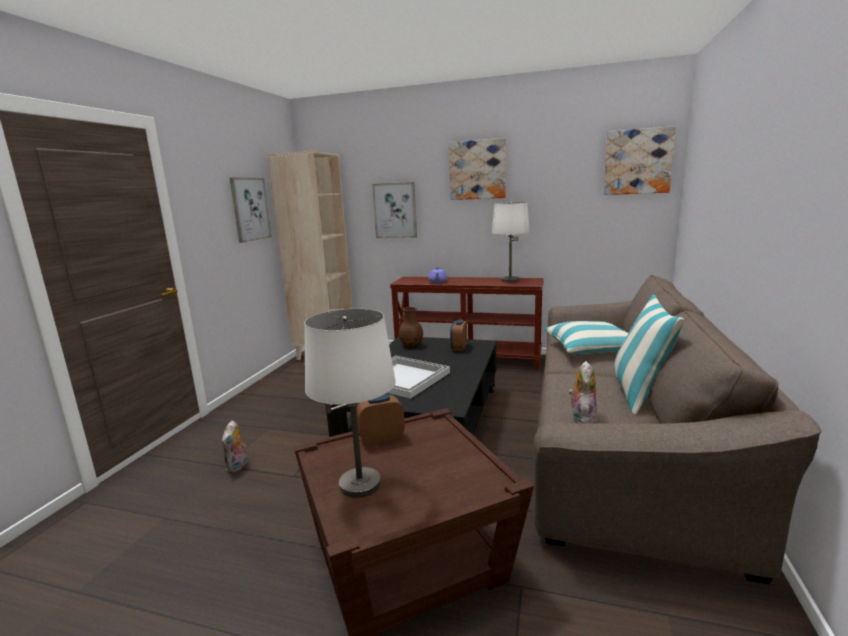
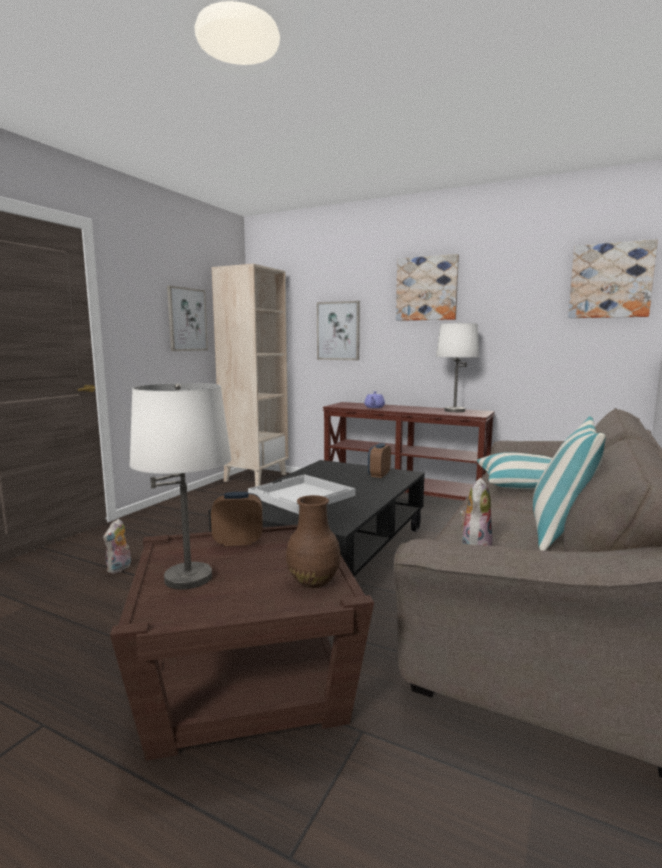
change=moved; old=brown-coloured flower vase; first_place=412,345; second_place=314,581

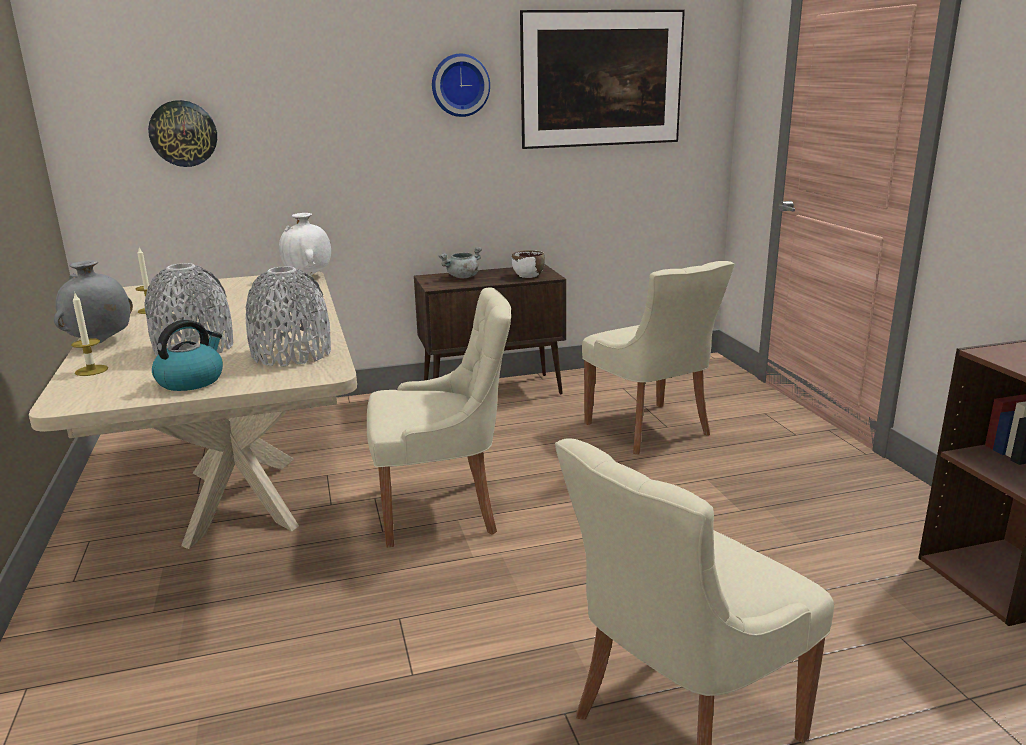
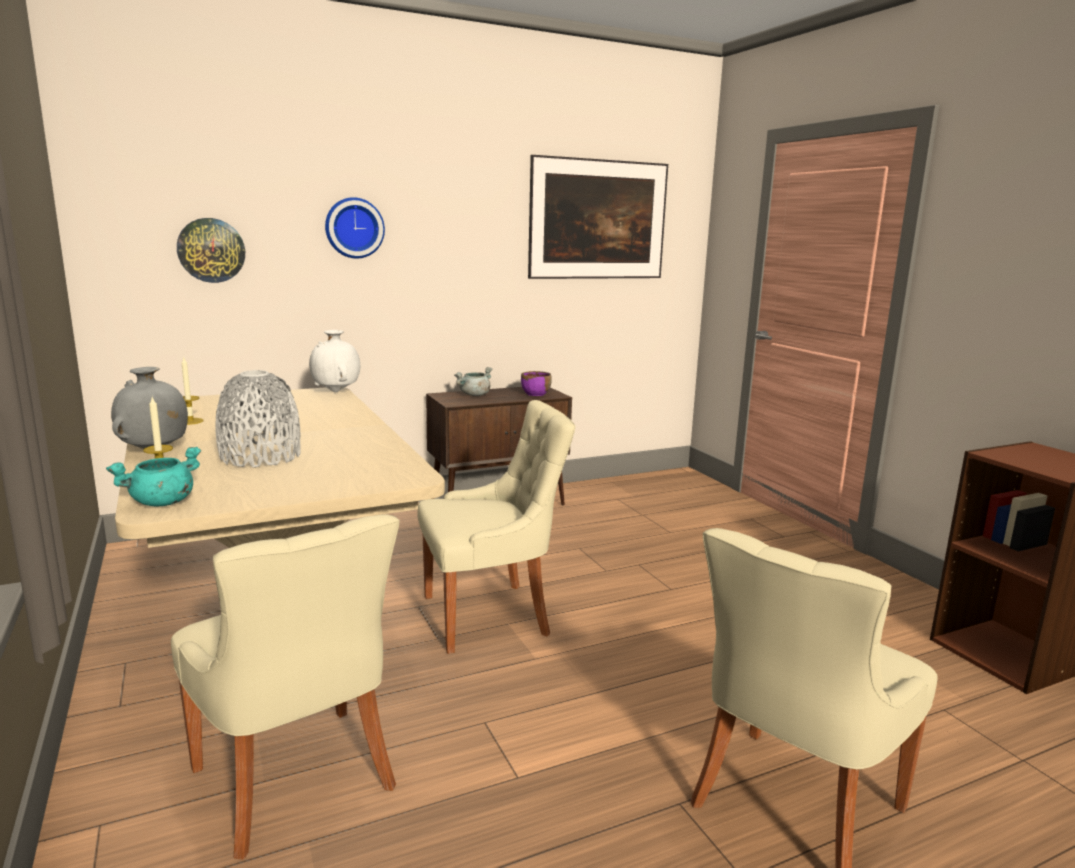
change=added; new=blue-green stockpot; second_place=162,503
change=moved; old=beige-coloured chair; first_place=650,430; second_place=297,782
change=moved; old=wall clock; first_place=460,85; second_place=354,228
change=recoloured; old=white bowl; new=purple-coloured bowl; first_place=528,275; second_place=535,394
change=removed; old=water kettle; first_place=191,381
change=removed; old=grey flower vase; first_place=291,354

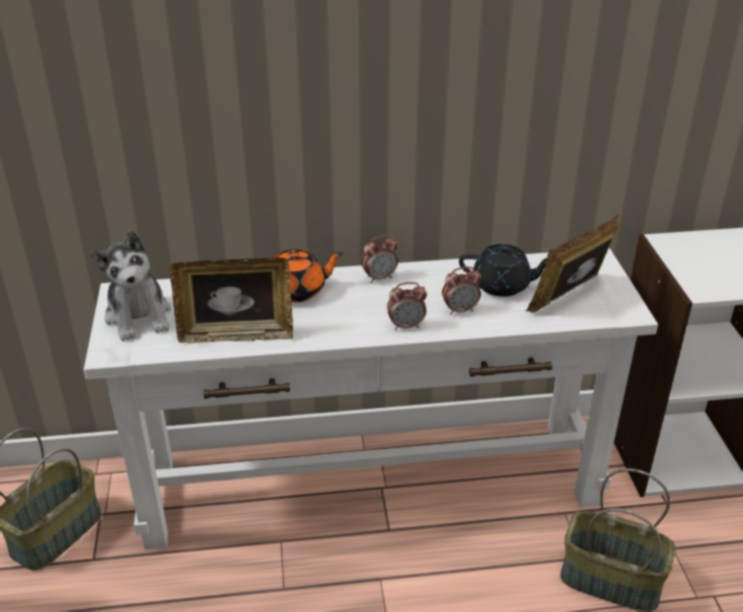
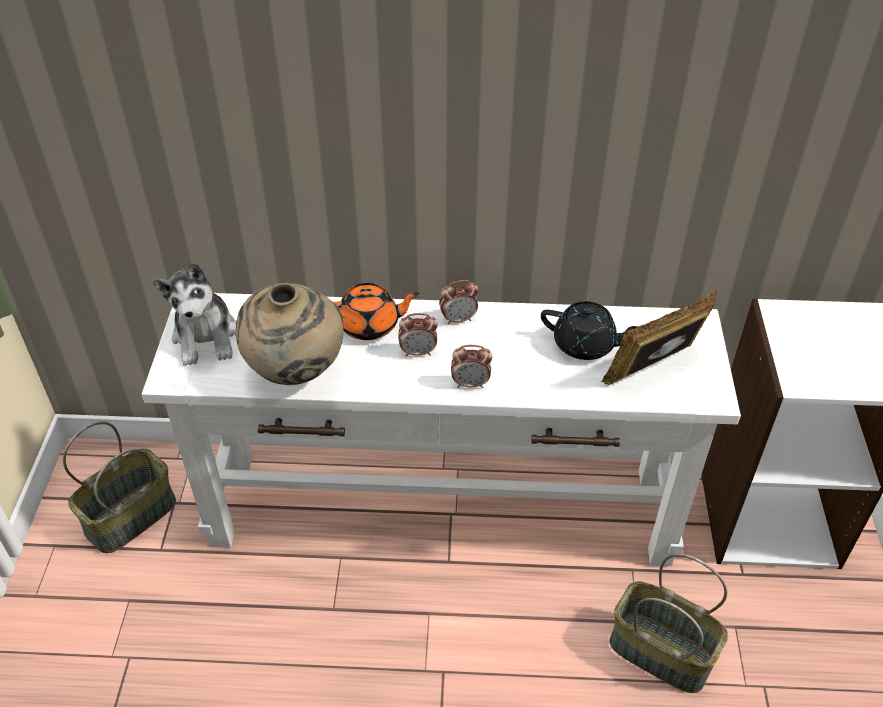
change=replaced; old=photo frame; new=beige-coloured flower vase; first_place=236,335; second_place=296,372
change=moved; old=bedside clock; first_place=460,310; second_place=418,352

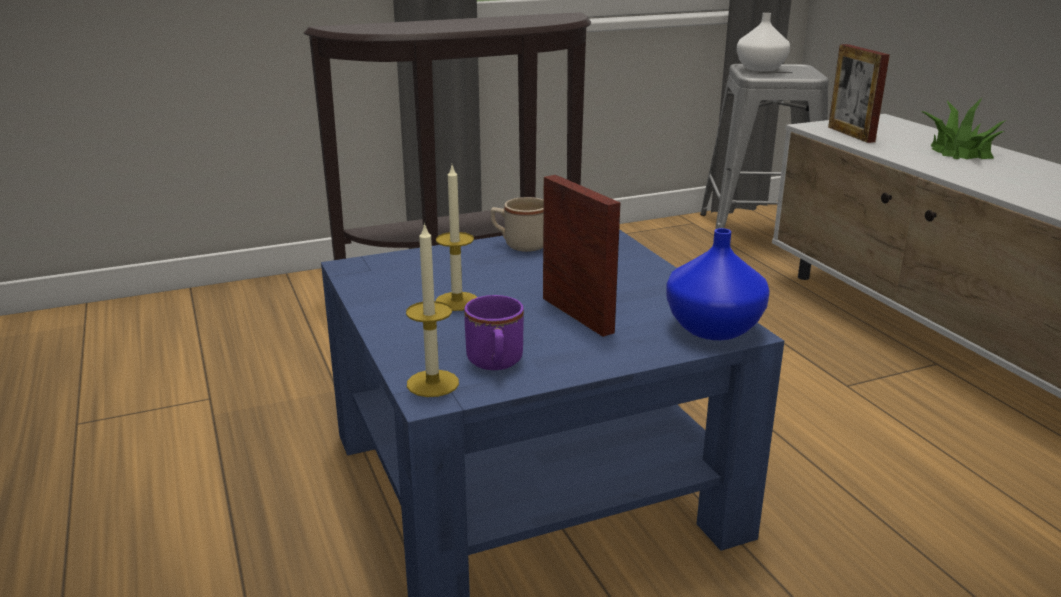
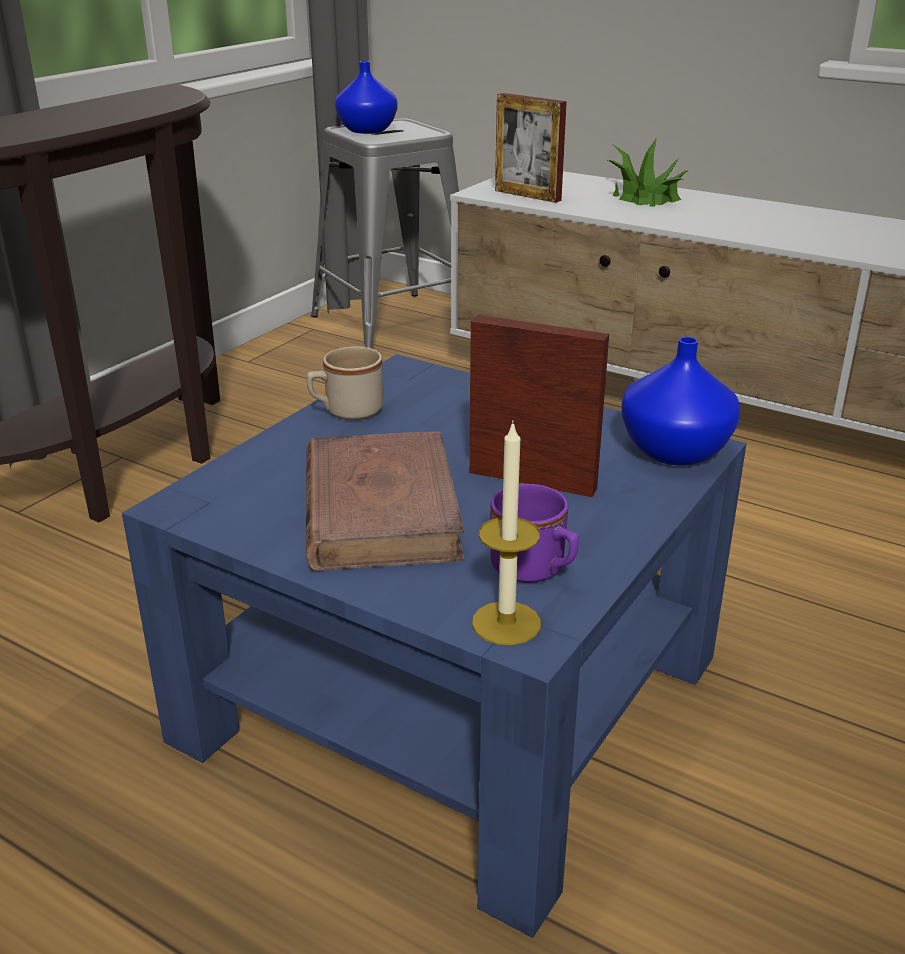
change=replaced; old=wax light; new=brown-coloured volume; first_place=457,301; second_place=381,509
change=recoloured; old=white flower vase; new=blue-coloured flower vase; first_place=761,69; second_place=368,130

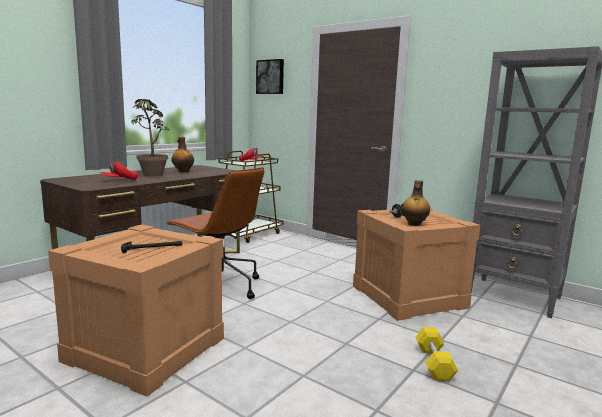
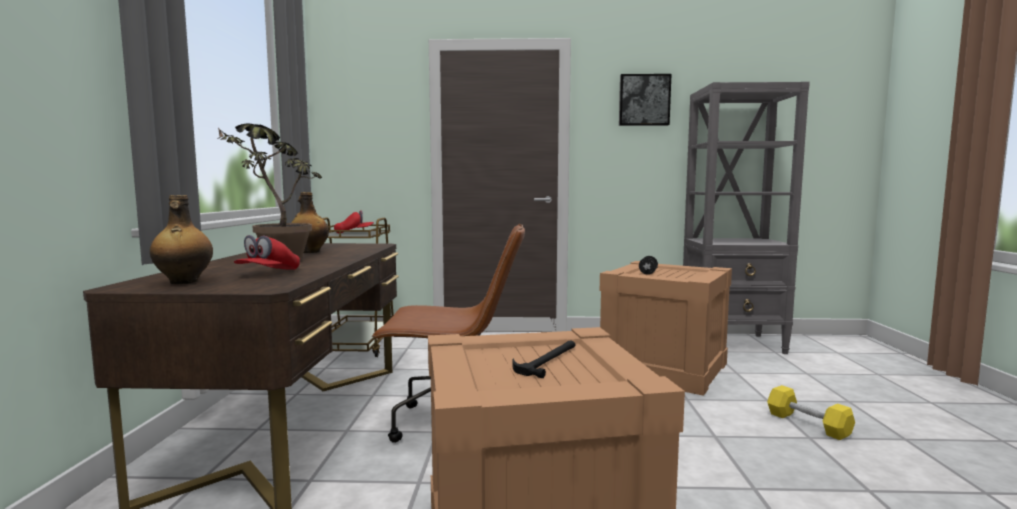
change=moved; old=bottle; first_place=414,224; second_place=183,282
change=moved; old=wall picture; first_place=270,77; second_place=644,100

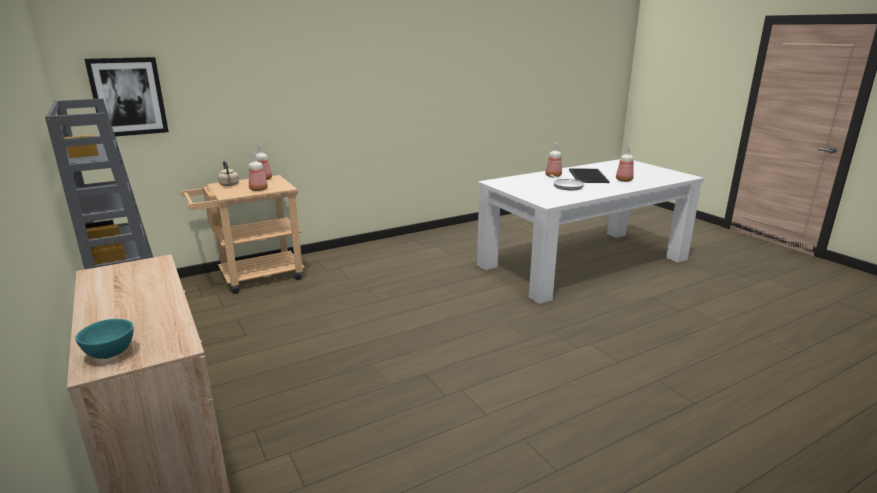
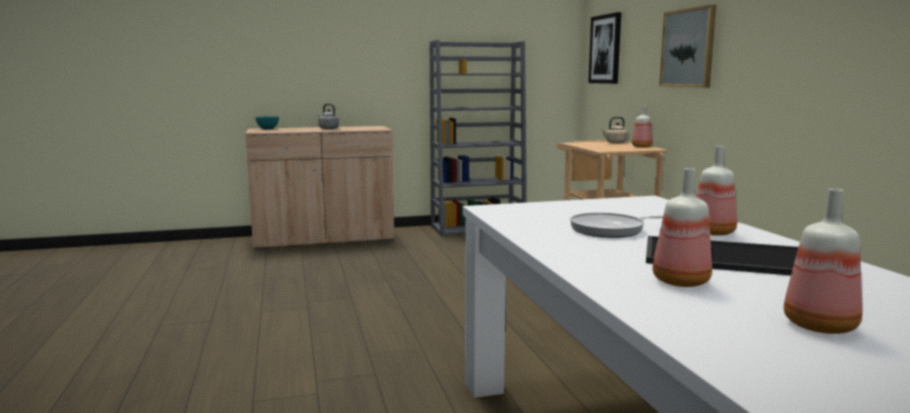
change=added; new=grey water kettle; second_place=328,128
change=added; new=wall picture; second_place=688,48
change=moved; old=bottle; first_place=259,189; second_place=822,326

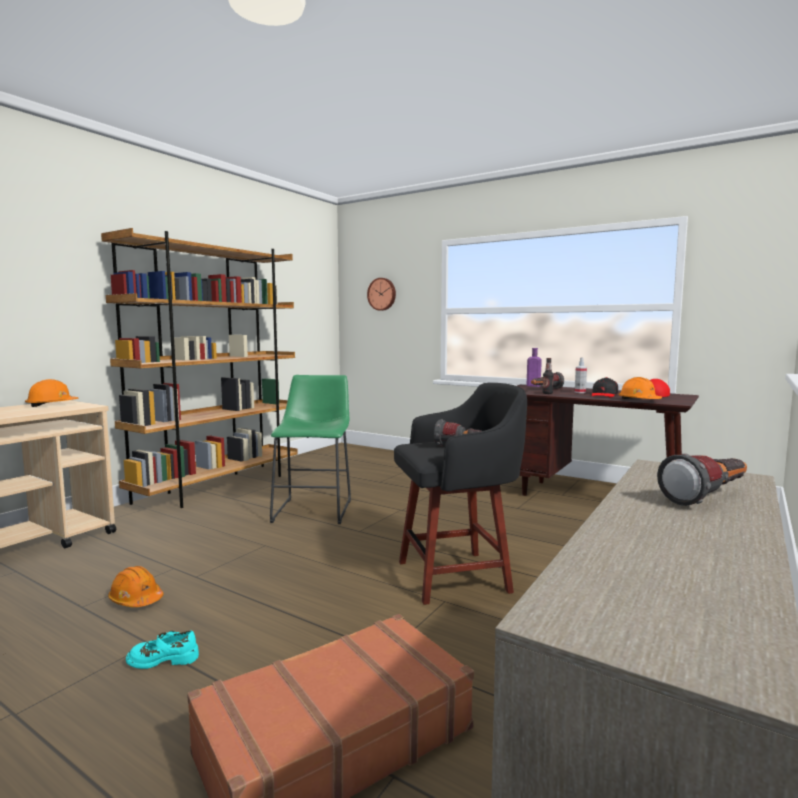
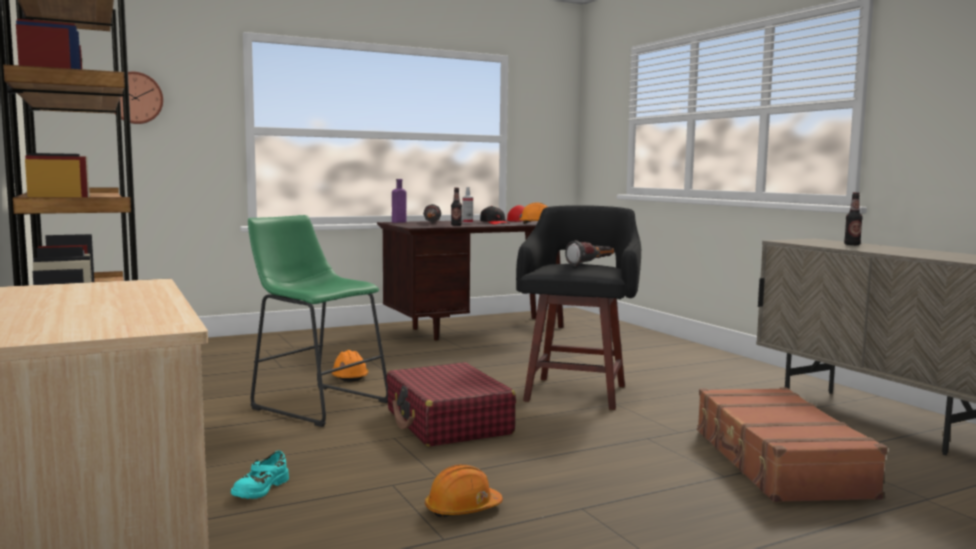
change=moved; old=blue-green item of footwear; first_place=163,659; second_place=260,488
change=moved; old=orange hard hat; first_place=51,404; second_place=349,377
change=added; new=reddish suitcase; second_place=448,422
change=replaced; old=hand torch; new=bottle; first_place=708,498; second_place=852,244

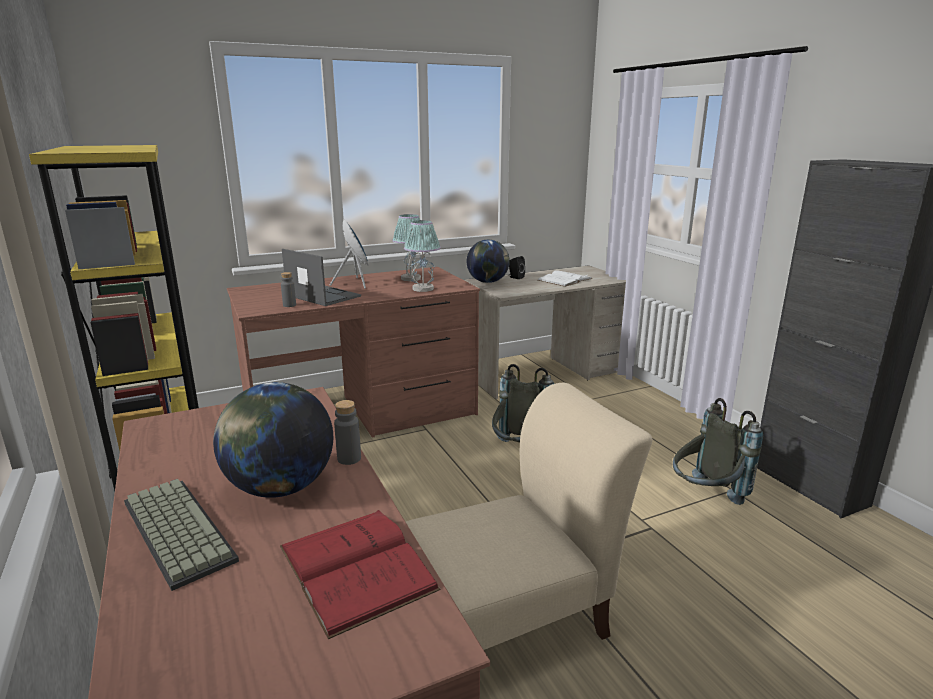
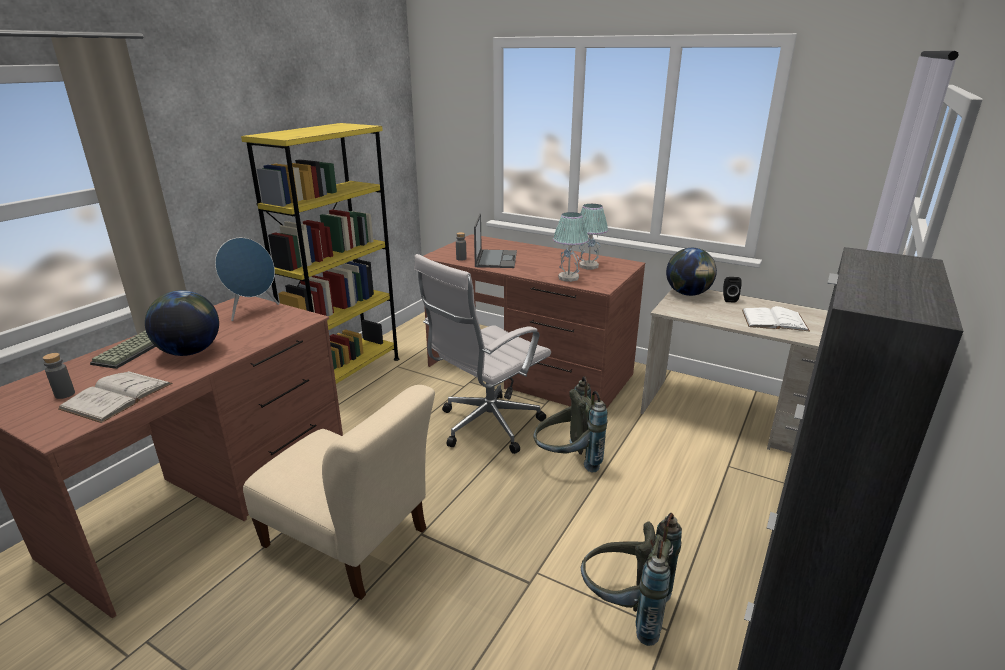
change=moved; old=grey bottle; first_place=349,458; second_place=65,394
change=recoloured; old=reddish volume; new=white volume; first_place=356,567; second_place=117,396
change=moved; old=blue-coloured loudspeaker; first_place=355,283; second_place=252,311
change=added; new=white computer chair; second_place=485,426

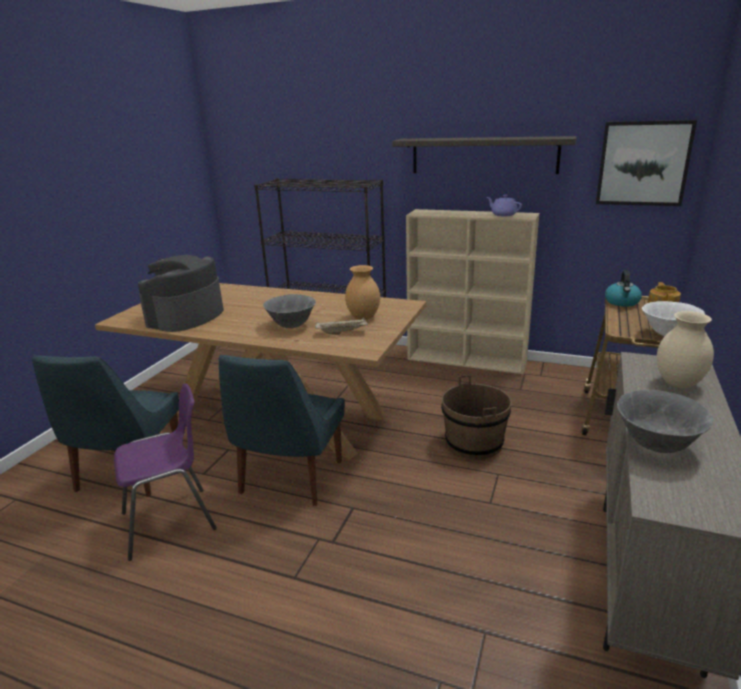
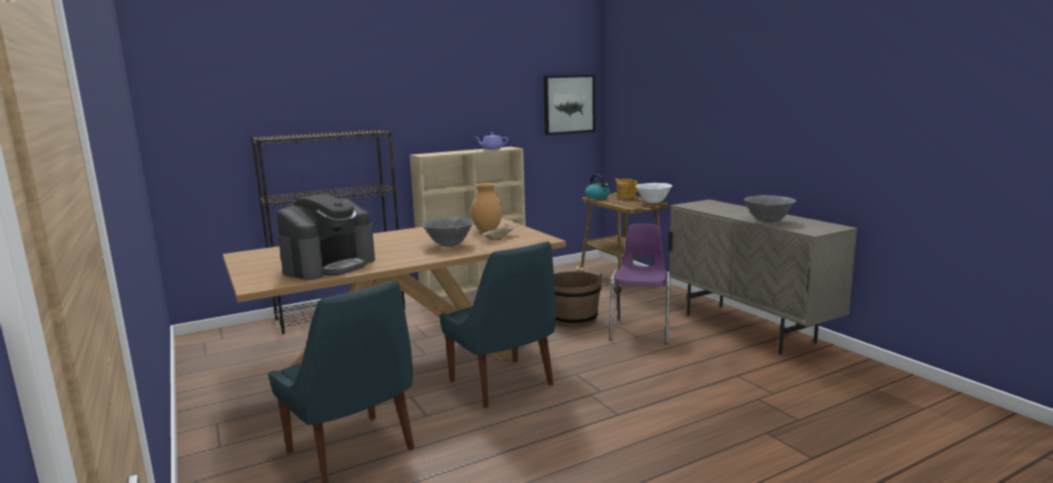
change=turned; old=coffee maker; first_place=186,317; second_place=329,266; degrees=-120
change=moved; old=purple-coloured chair; first_place=171,521; second_place=641,330
change=removed; old=shelf; first_place=483,155
change=removed; old=beige-coloured flower vase; first_place=679,384

